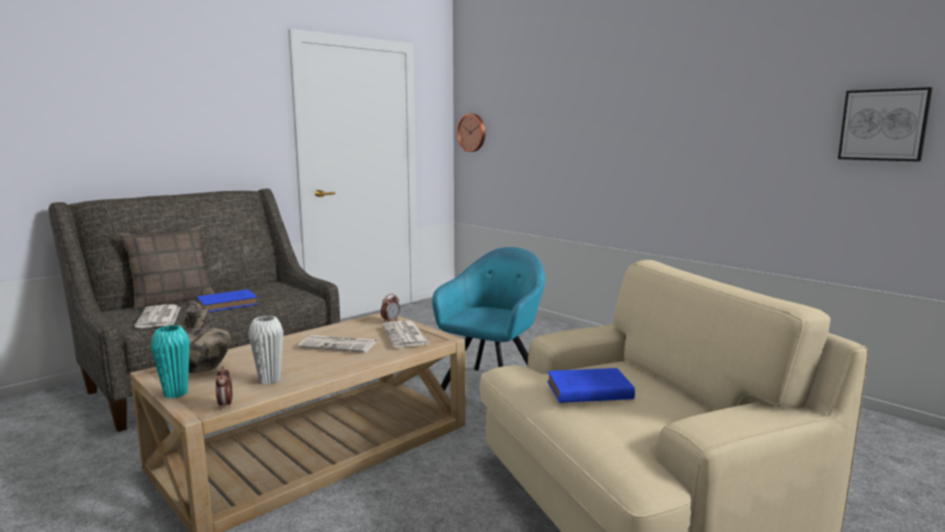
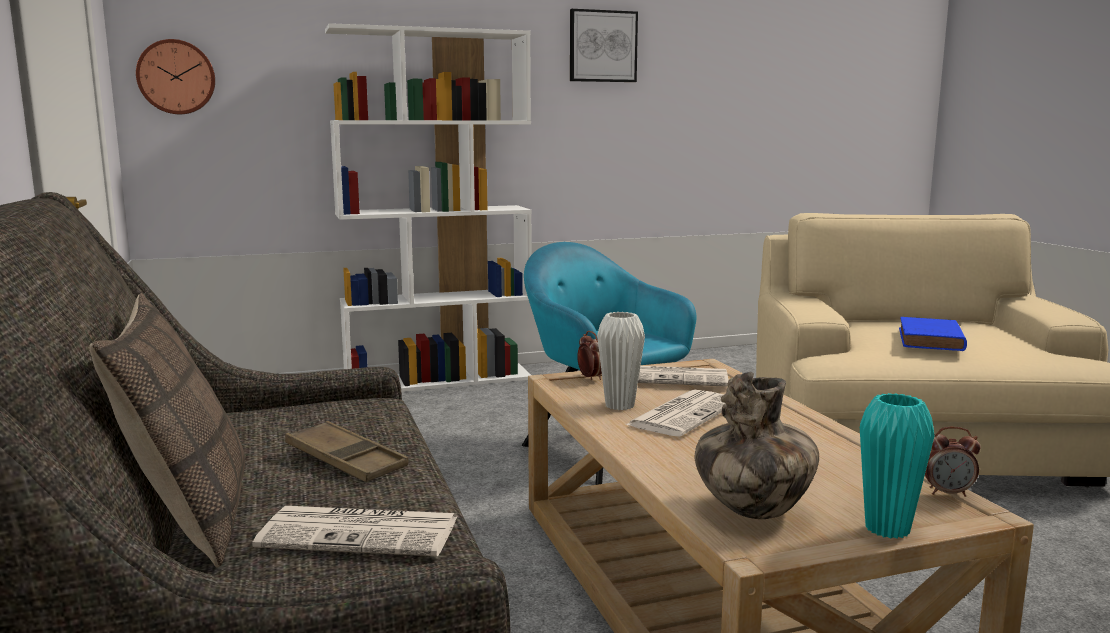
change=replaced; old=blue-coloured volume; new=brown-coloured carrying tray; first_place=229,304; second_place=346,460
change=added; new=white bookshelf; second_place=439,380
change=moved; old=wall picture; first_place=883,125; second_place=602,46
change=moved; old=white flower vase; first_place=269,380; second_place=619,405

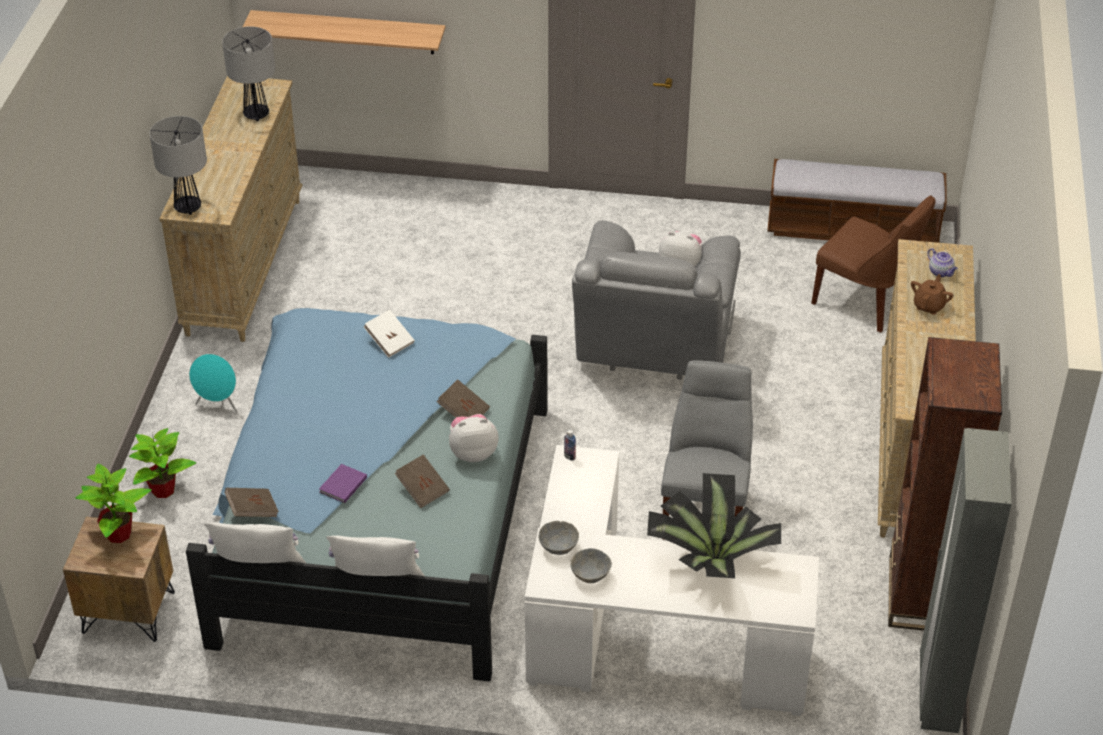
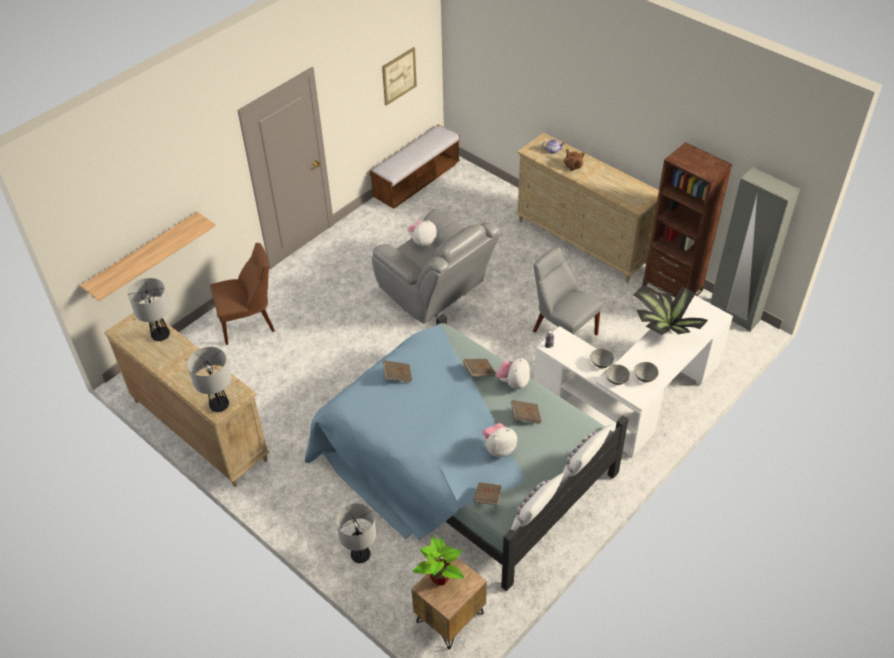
change=moved; old=brown-coloured chair; first_place=866,303; second_place=249,323
change=replaced; old=houseplant; new=tabletop lamp; first_place=164,489; second_place=361,556
change=added; new=wall picture; second_place=399,76
change=recoloured; old=white volume; new=brown-coloured volume; first_place=390,341; second_place=397,376
change=replaced; old=purple-coloured volume; new=plush toy; first_place=342,485; second_place=498,448
change=added; new=grey bowl; second_place=601,364
change=removed; old=blue-green loudspeaker; first_place=218,405

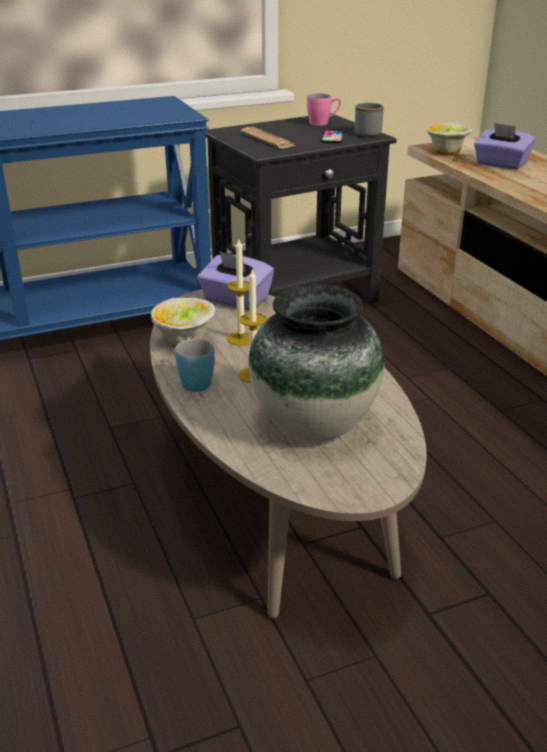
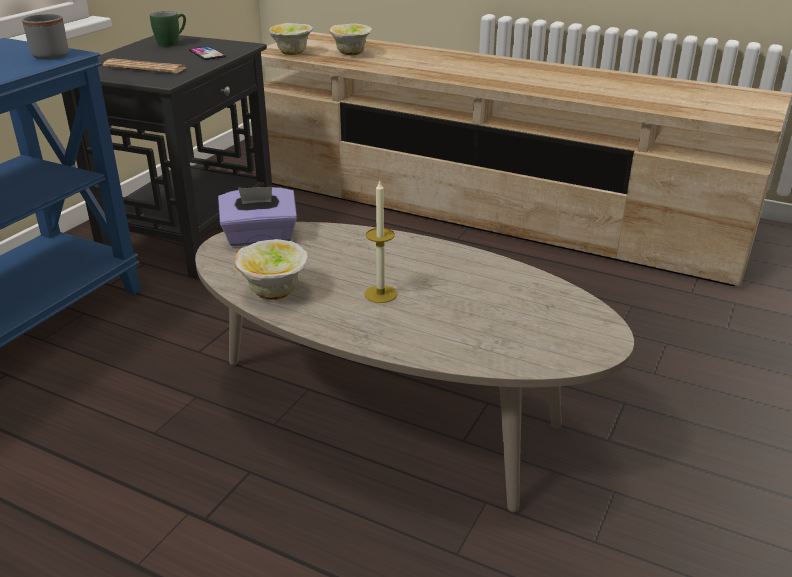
change=moved; old=grey mug; first_place=367,133; second_place=48,54
change=recoloured; old=pink mug; new=greenish mug; first_place=323,123; second_place=172,43
change=replaced; old=purple-coloured tissue holder; new=bowl; first_place=501,164; second_place=352,53
change=removed; old=blue-coloured mug; first_place=194,380
change=removed; old=wax light; first_place=241,338
change=removed; old=flower vase; first_place=314,425

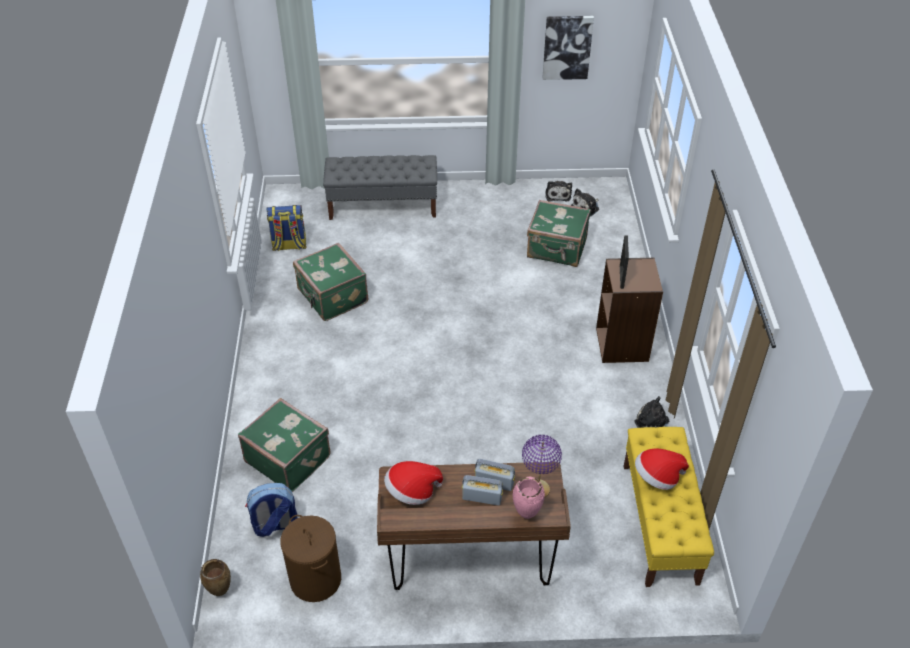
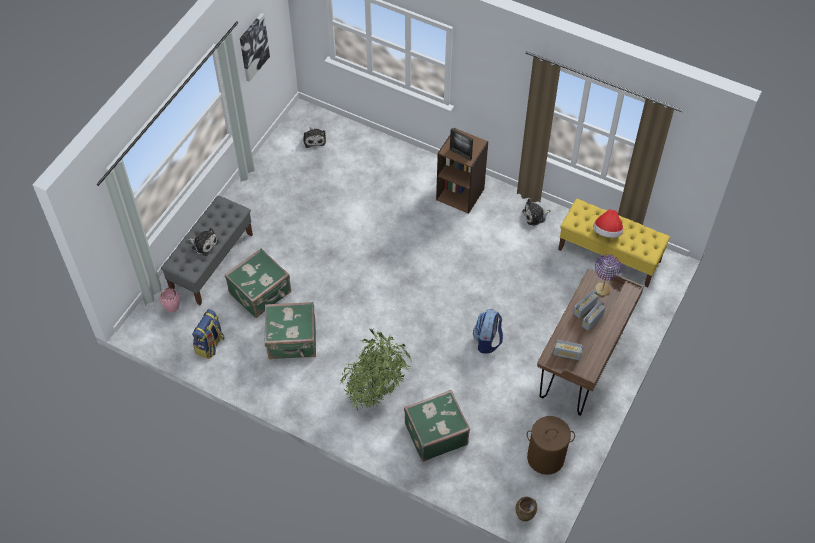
change=moved; old=pink flower vase; first_place=526,514; second_place=173,310
change=moved; old=plush toy; first_place=557,194; second_place=203,244
change=moved; old=greenish suitcase; first_place=557,249; second_place=261,293
change=added; new=houseplant; second_place=376,390
change=moved; old=rucksack; first_place=274,525; second_place=487,341
change=replaced; old=clothing hat; new=radio set; first_place=412,492; second_place=567,354

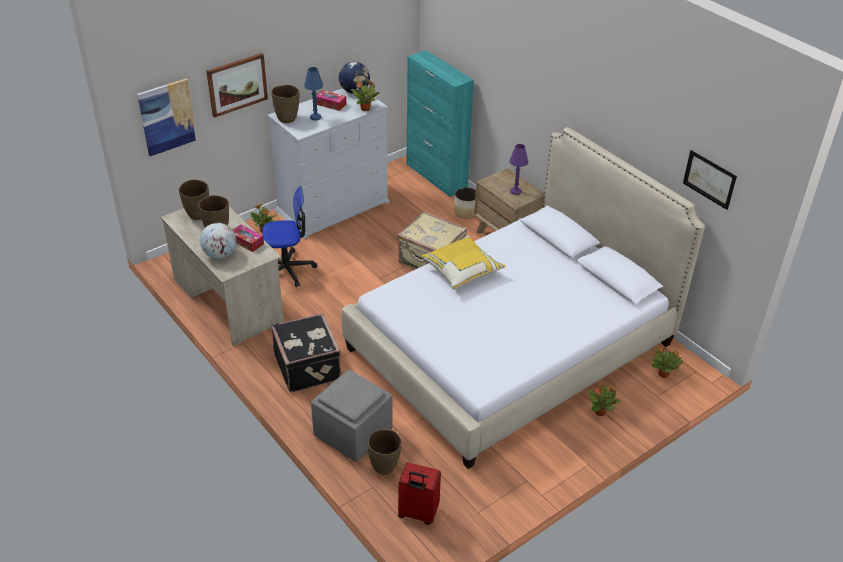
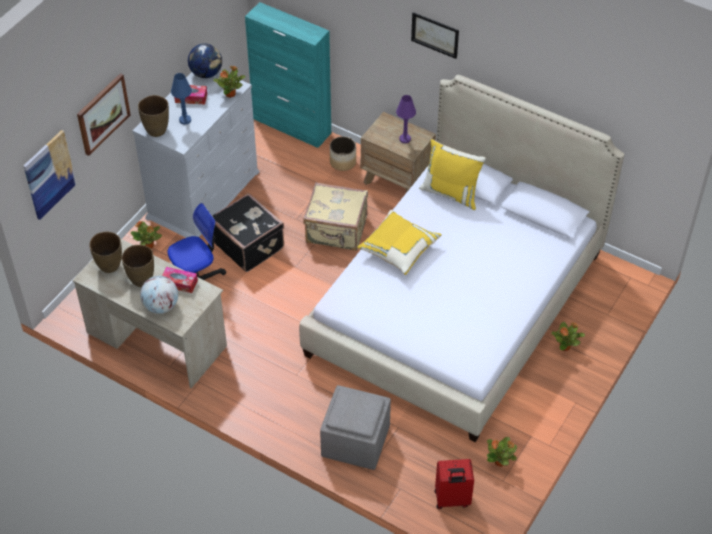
change=moved; old=blackish suitcase; first_place=308,366; second_place=249,244
change=moved; old=wall picture; first_place=709,179; second_place=435,35
change=added; new=yellow-coloured pillow; second_place=451,193
change=moved; old=houseplant; first_place=664,374; second_place=500,462
change=removed; old=brown-coloured flower vase; first_place=384,466

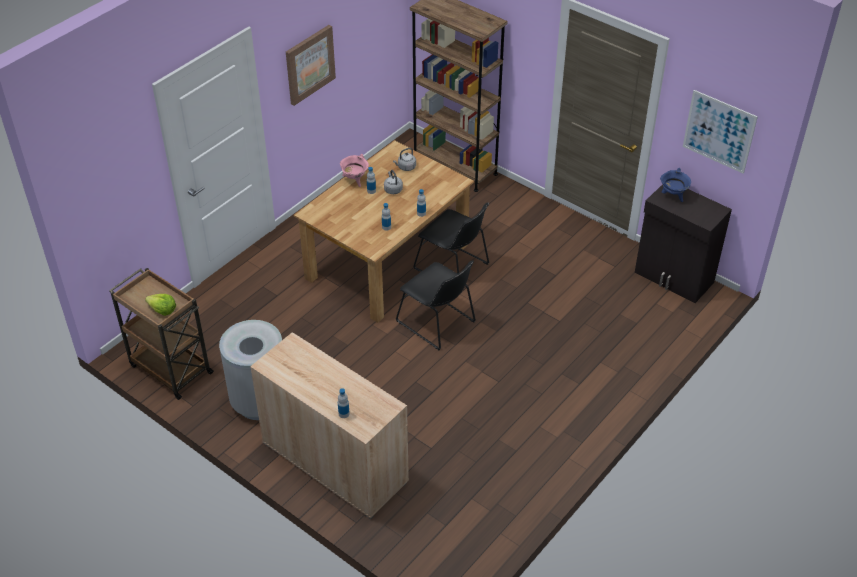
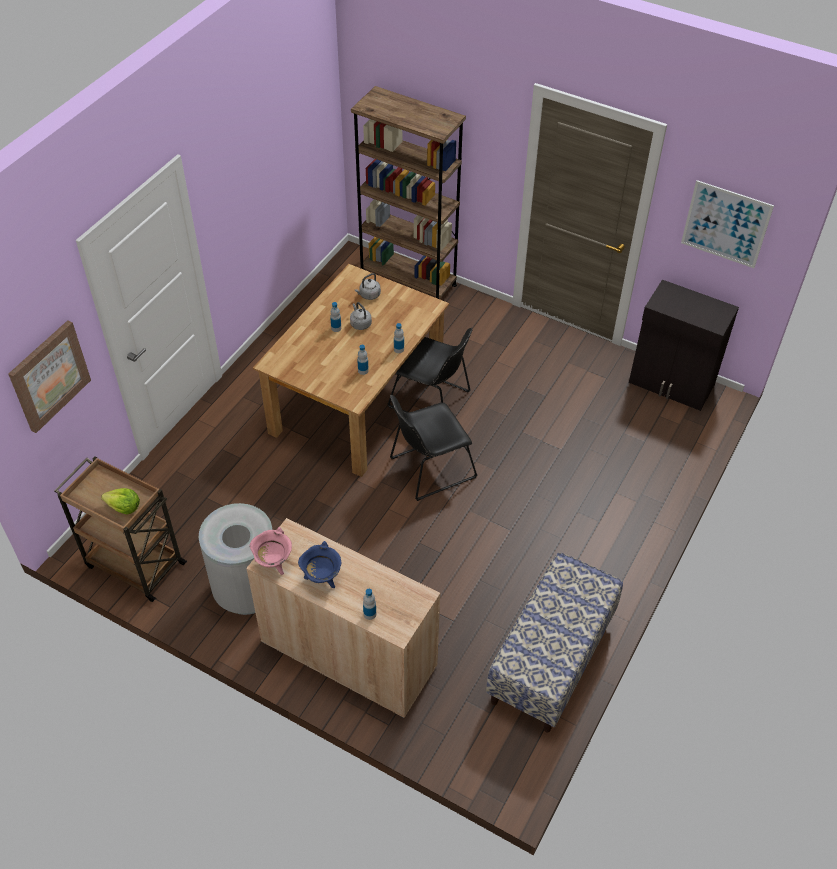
change=moved; old=wall picture; first_place=309,64; second_place=49,376
change=moved; old=pink stockpot; first_place=355,180; second_place=273,563
change=moved; old=blue-coloured stockpot; first_place=673,196; second_place=322,578
change=turned; old=blackish chair; first_place=438,323; second_place=429,469; degrees=120
change=added; new=bench; second_place=551,660

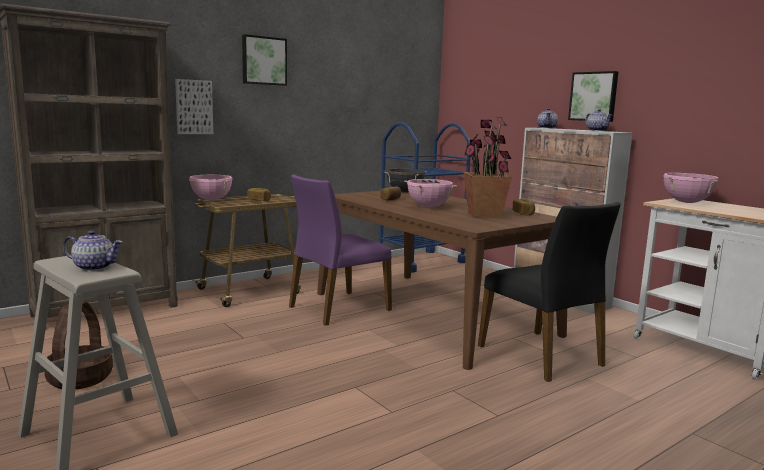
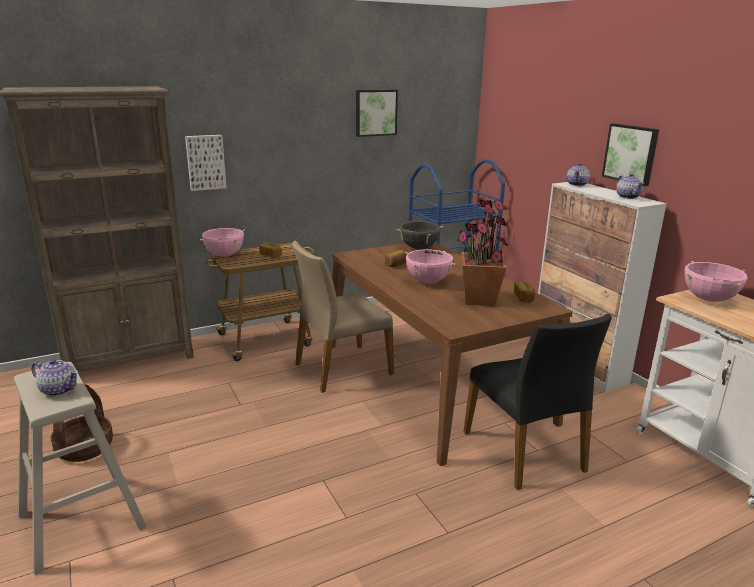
change=recoloured; old=purple-coloured chair; new=beige-coloured chair; first_place=338,308; second_place=342,368
change=moved; old=wall picture; first_place=263,61; second_place=375,112

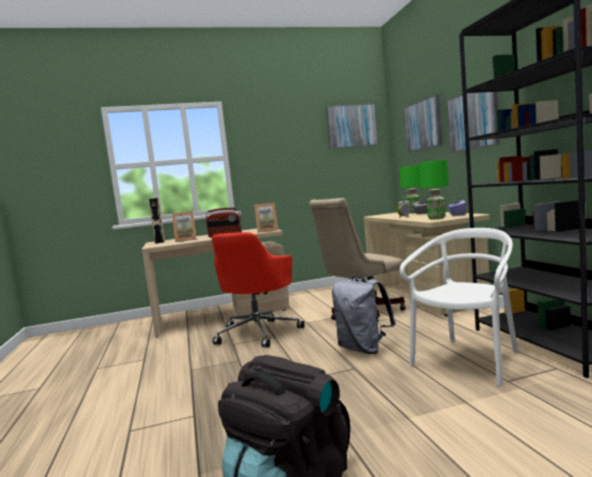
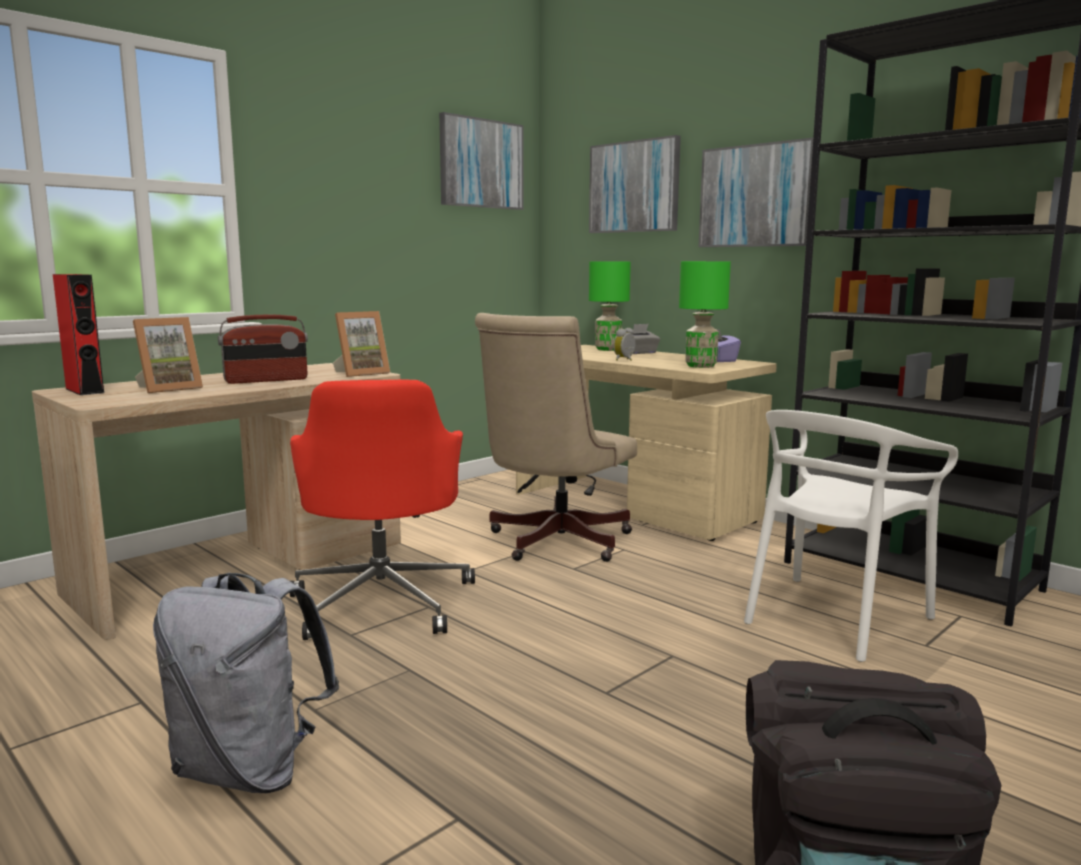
change=recoloured; old=beige-coloured loudspeaker; new=reddish loudspeaker; first_place=160,242; second_place=84,390
change=moved; old=grey rucksack; first_place=364,349; second_place=250,769
change=turned; old=white chair; first_place=467,360; second_place=833,617; degrees=-150

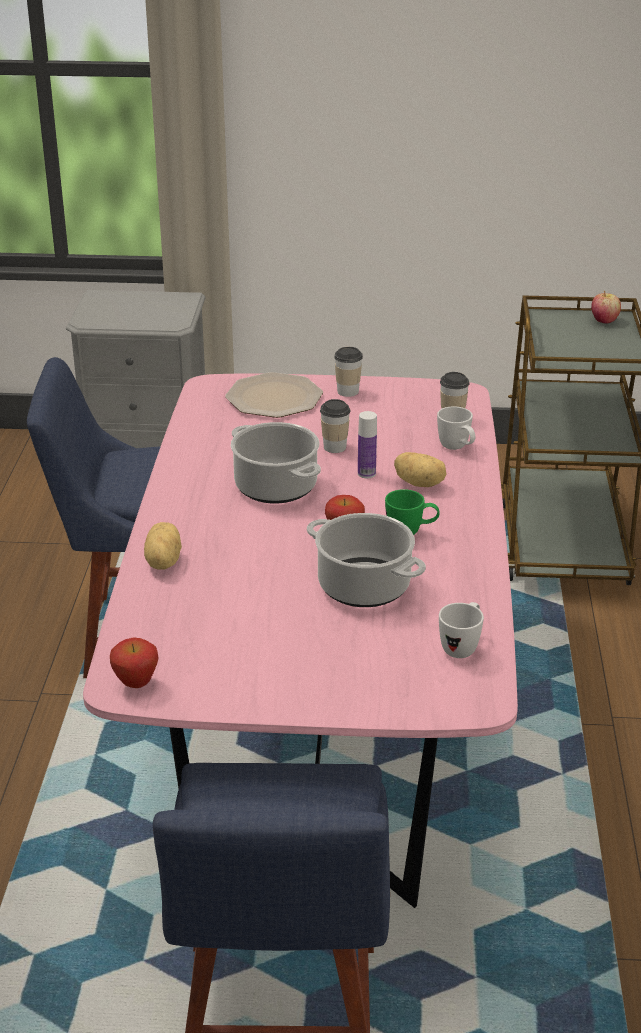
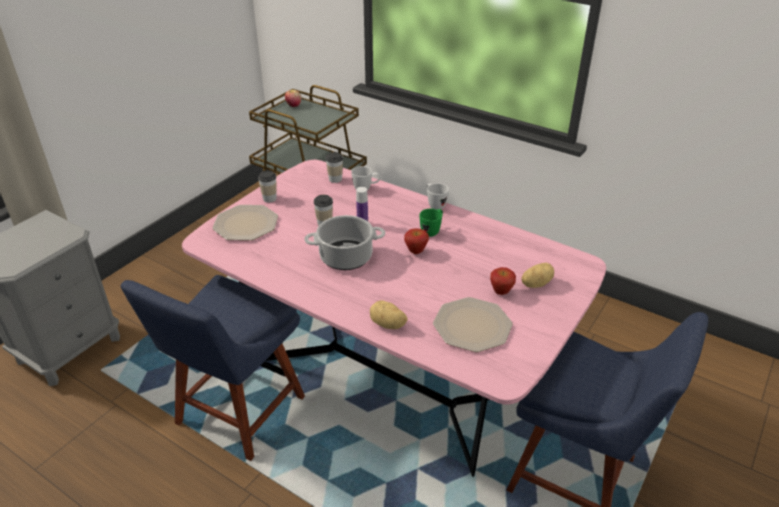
change=moved; old=white mug; first_place=462,646; second_place=434,205
change=added; new=dinner plate; second_place=471,326
change=moved; old=apple; first_place=136,684; second_place=501,292
change=moved; old=spud; first_place=420,483; second_place=535,284
change=removed; old=stockpot; first_place=362,586

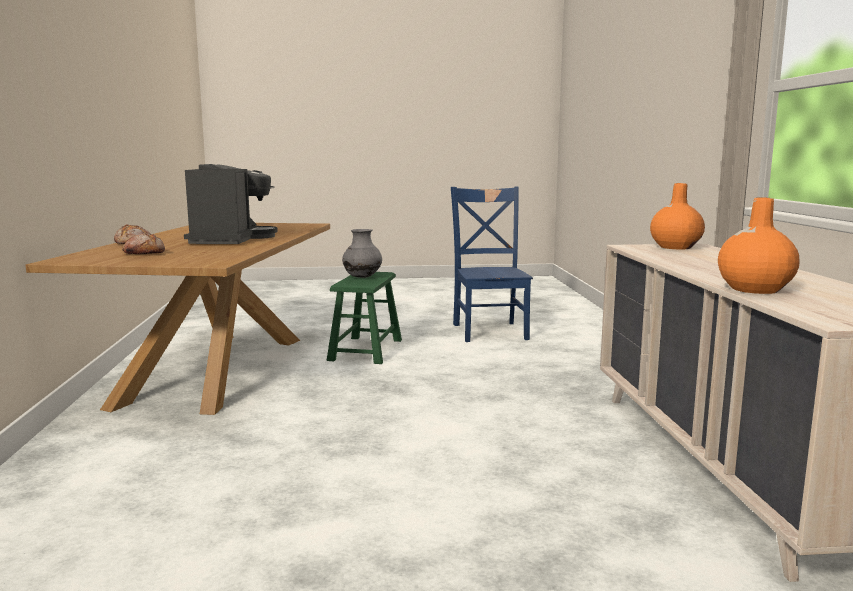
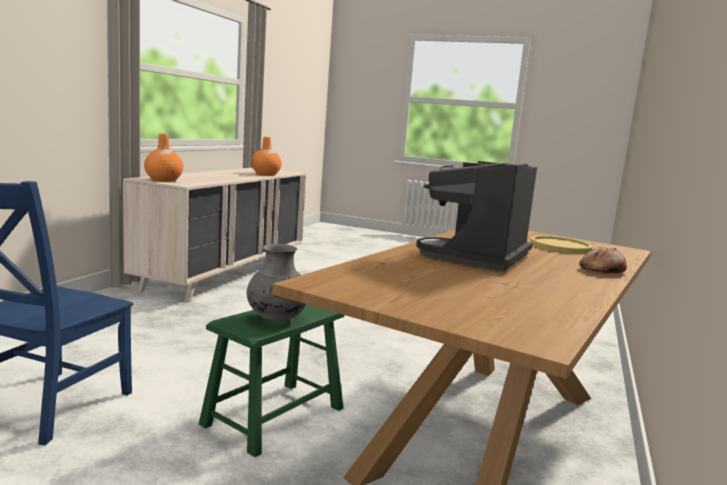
change=replaced; old=bakery bread; new=yellow-coloured dinner plate; first_place=144,253; second_place=560,247

